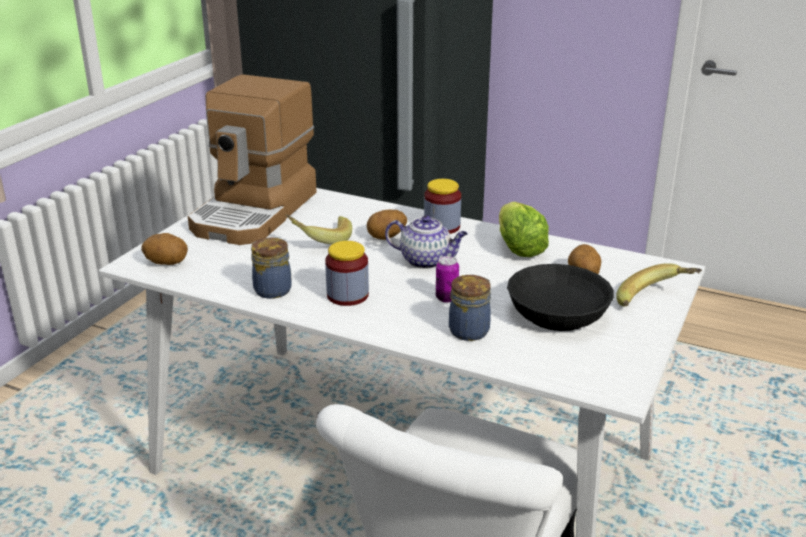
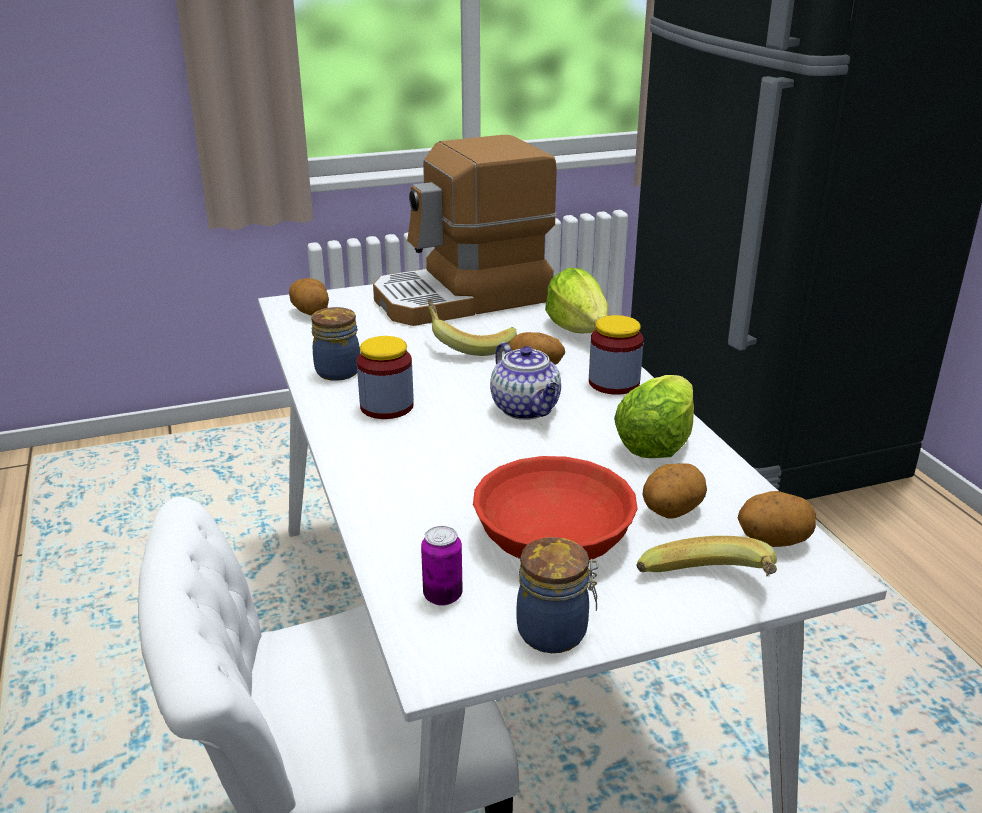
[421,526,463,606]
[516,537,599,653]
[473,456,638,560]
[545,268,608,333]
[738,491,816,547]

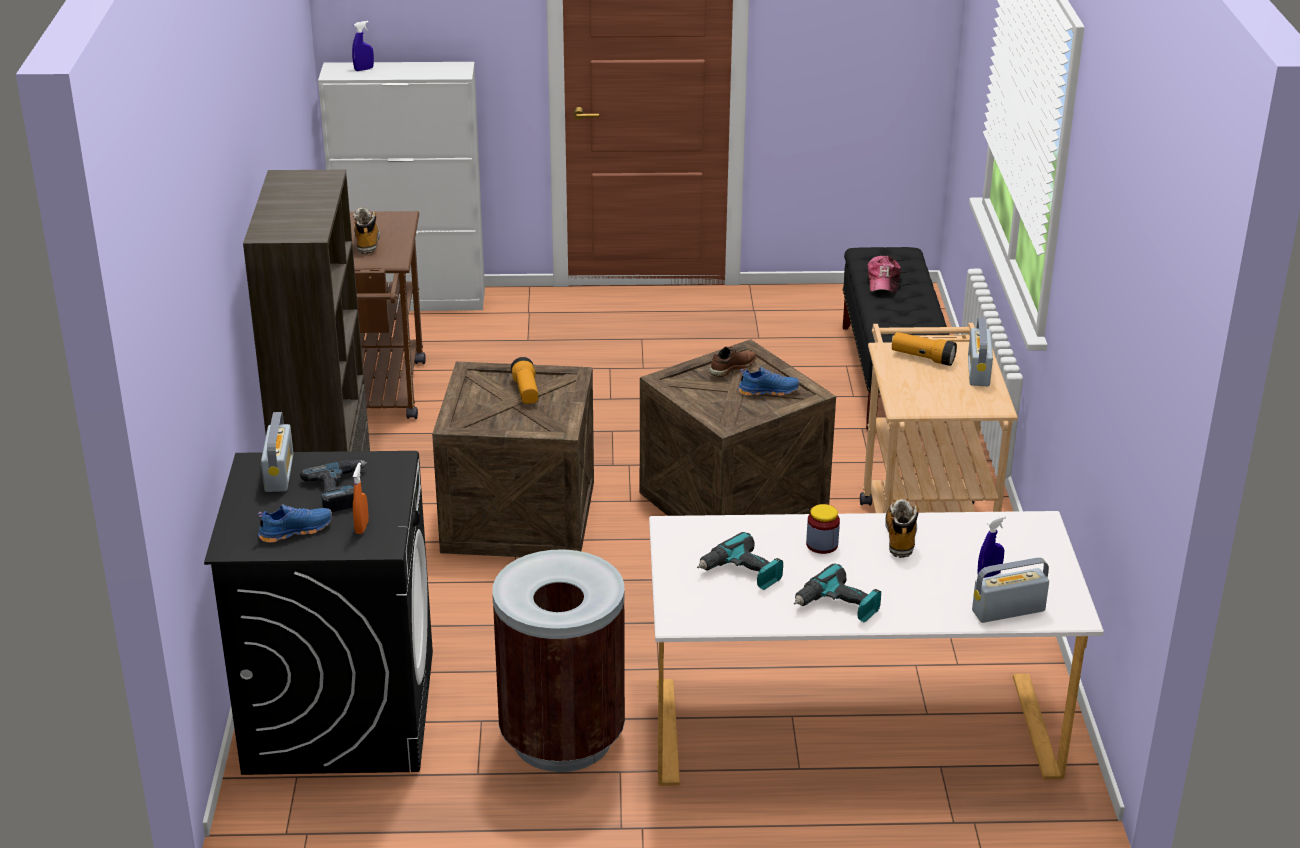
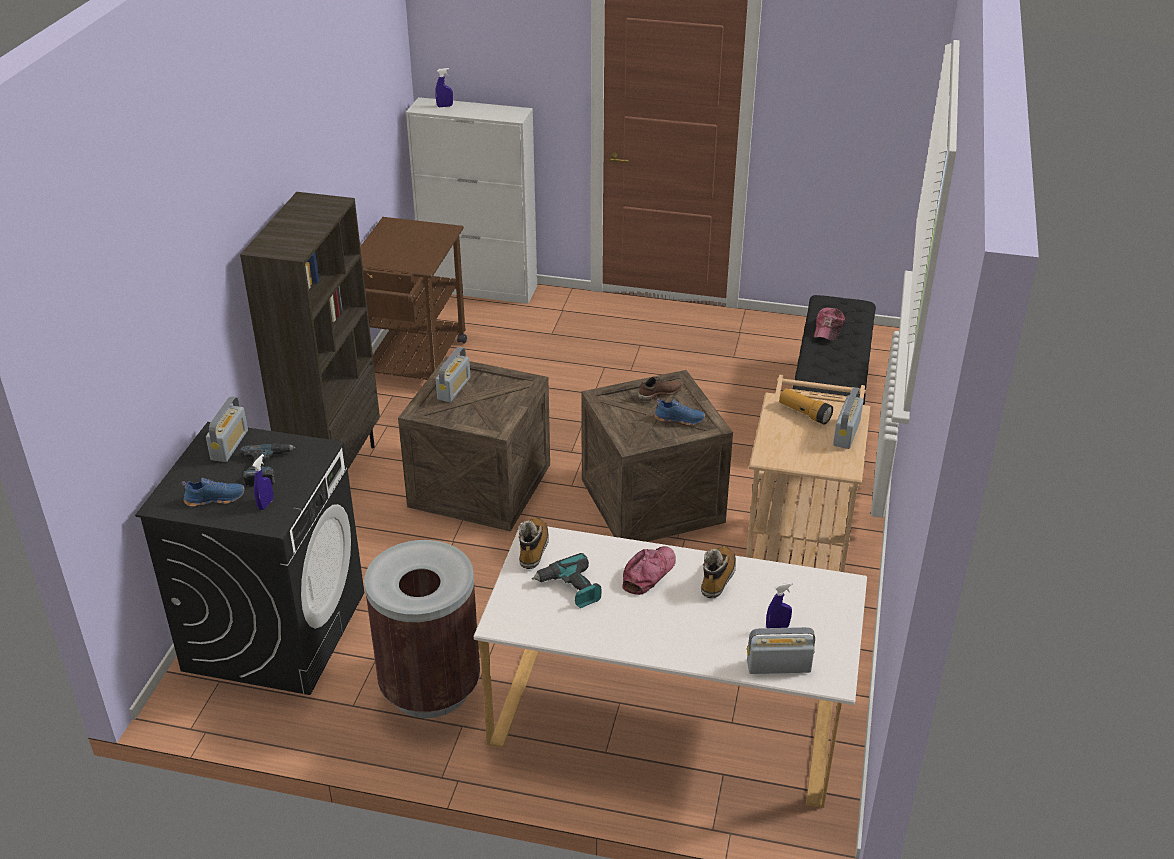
[519,517,549,569]
[253,454,273,510]
[511,357,539,404] (first image)
[794,564,881,622] (first image)
[622,546,676,595]
[436,347,470,402]

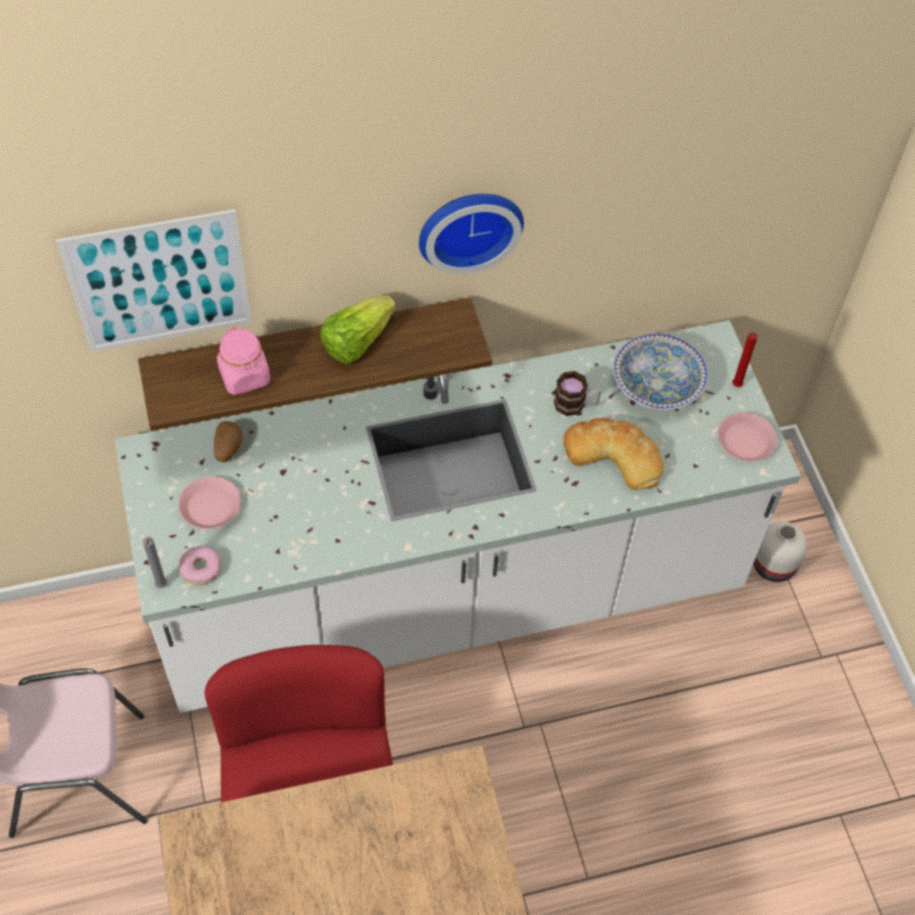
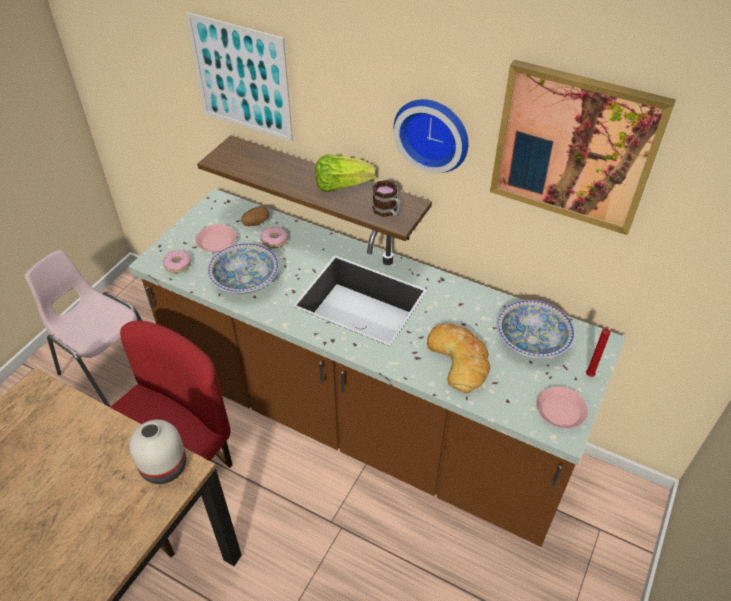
[128,189,626,547]
[143,537,167,589] (first image)
[217,326,270,395] (first image)
[373,180,401,217]
[129,420,186,484]
[208,243,279,294]
[261,226,288,248]
[490,60,676,235]

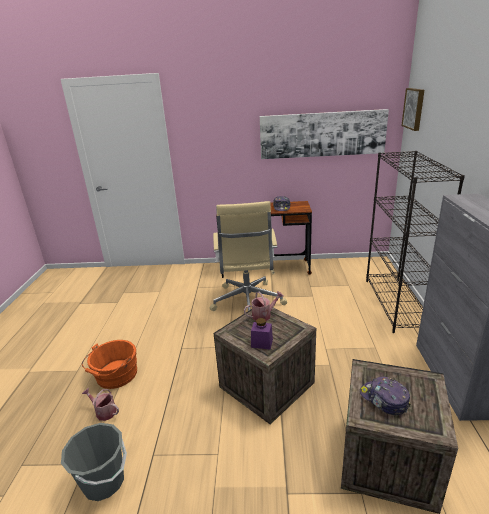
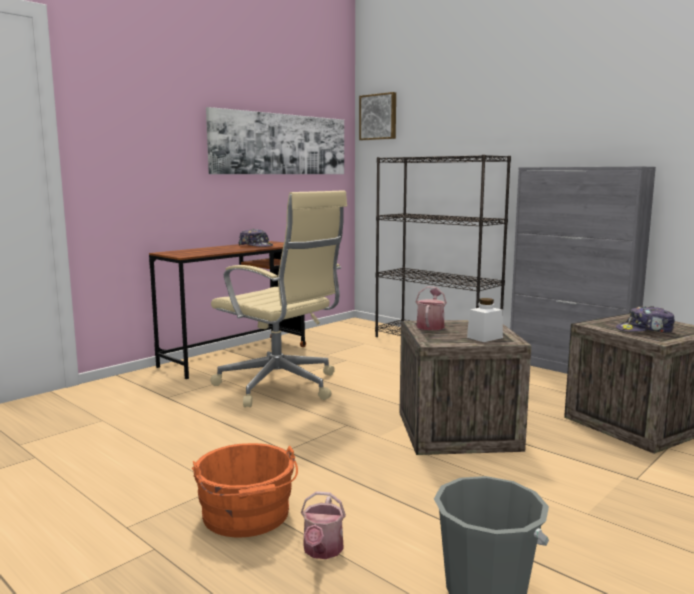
[301,491,346,559]
[467,298,503,342]

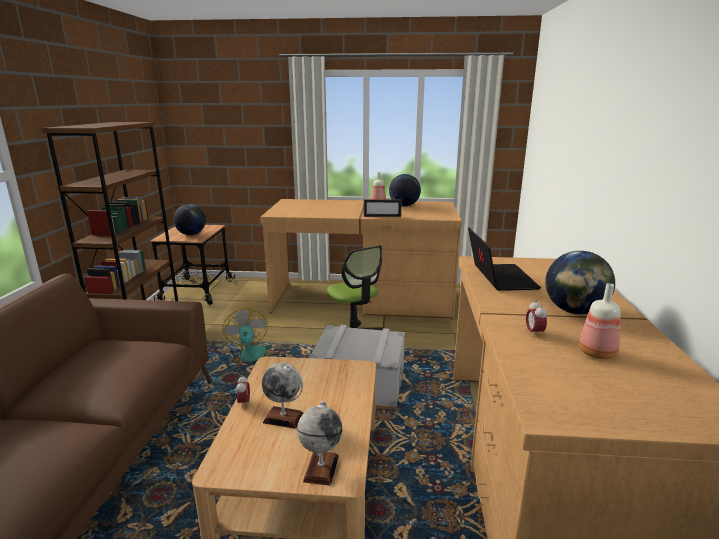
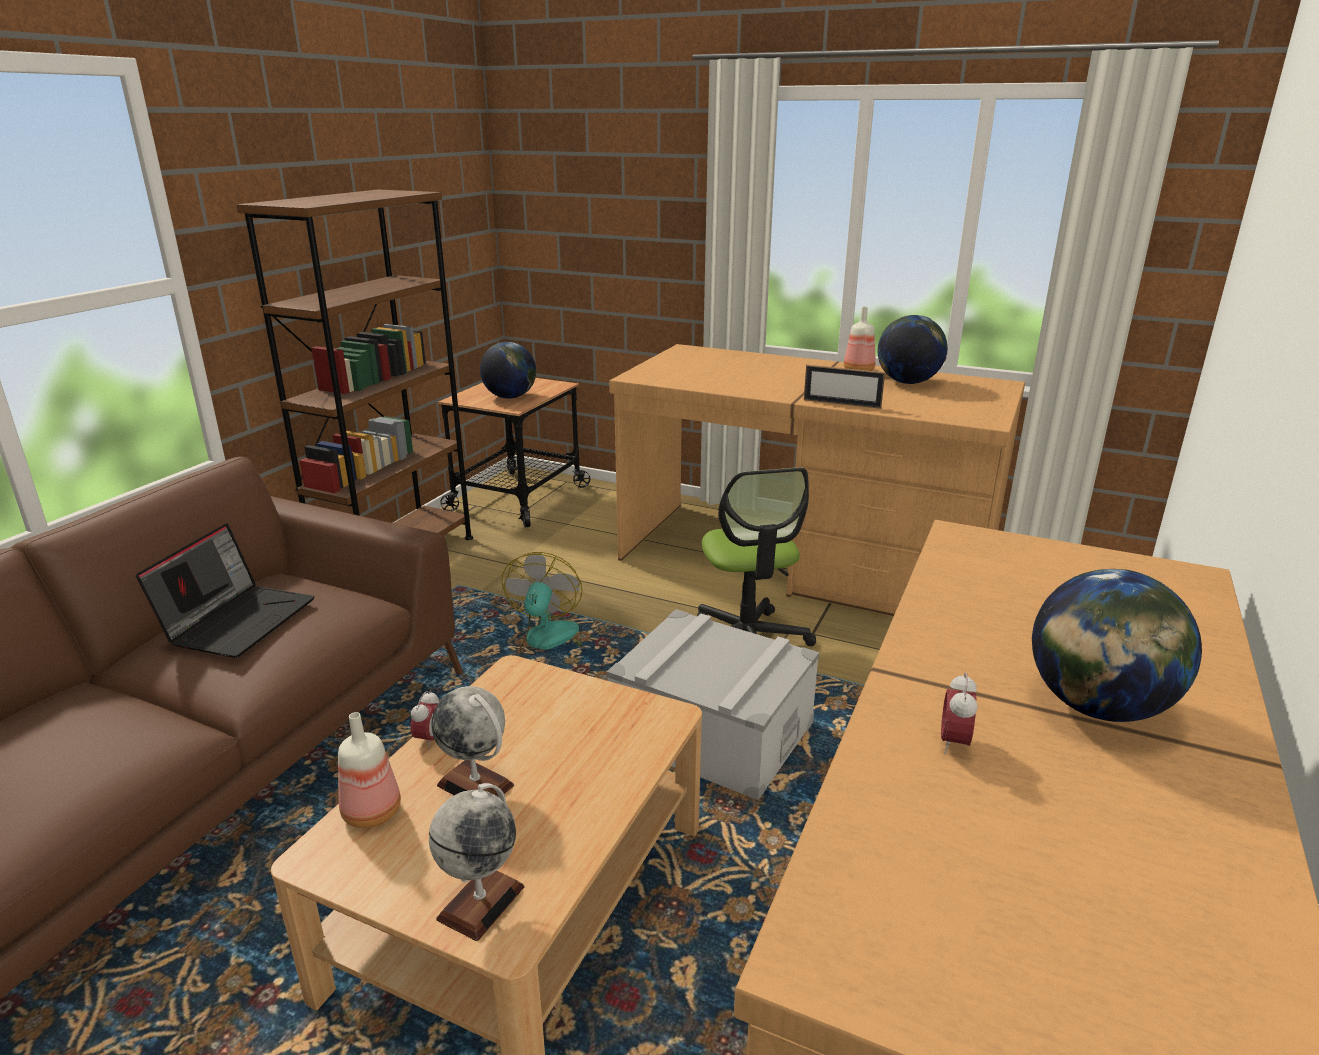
[136,523,315,658]
[338,712,401,828]

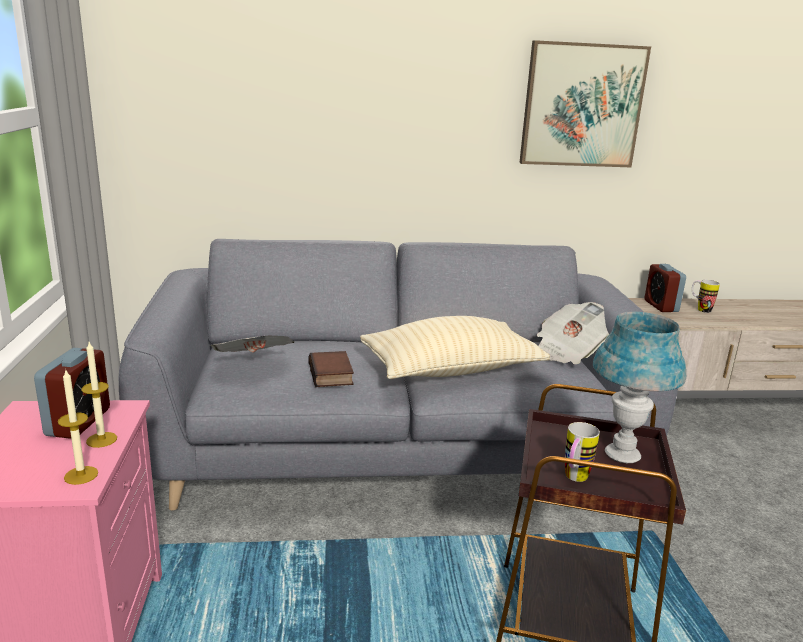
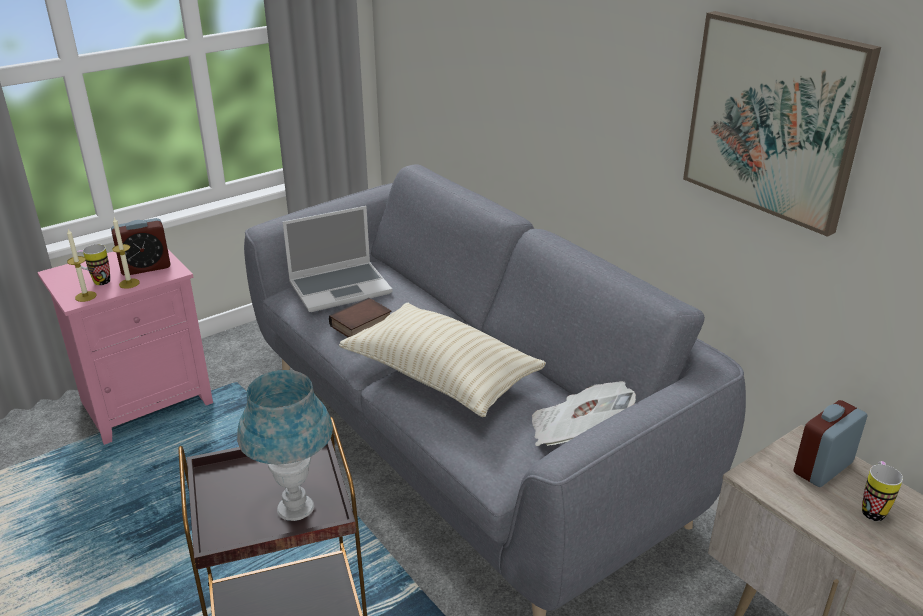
[283,206,392,312]
[77,244,110,285]

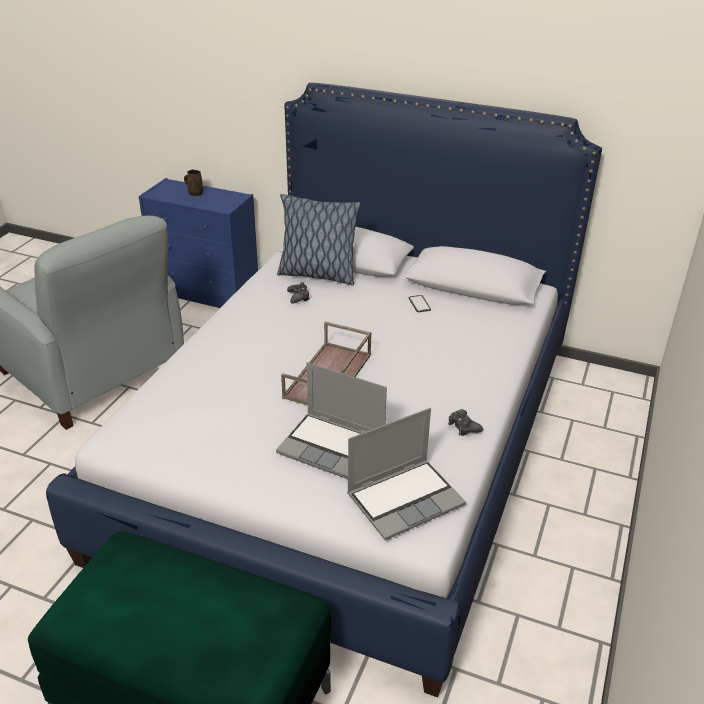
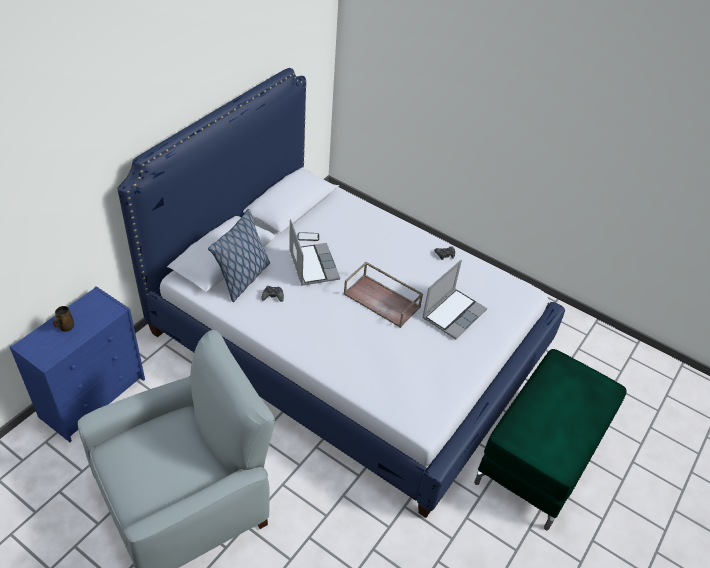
[289,219,340,286]

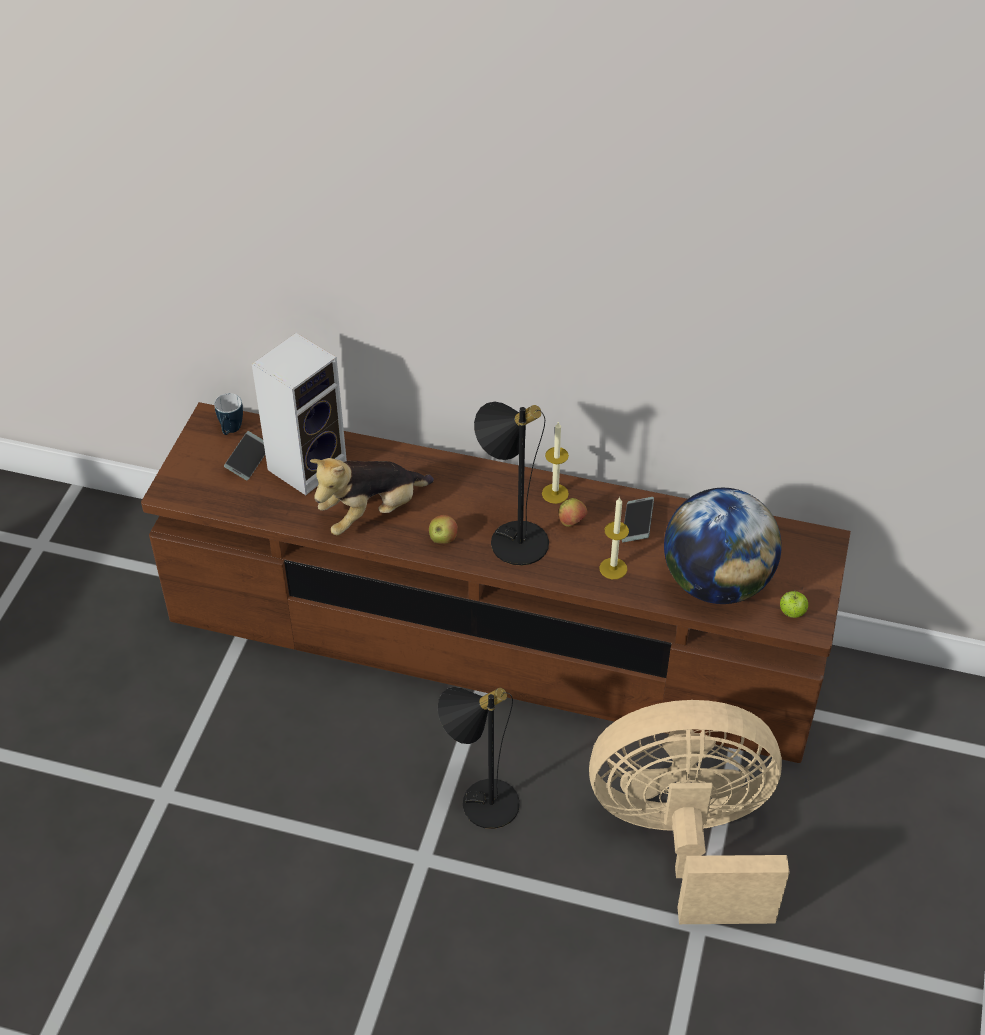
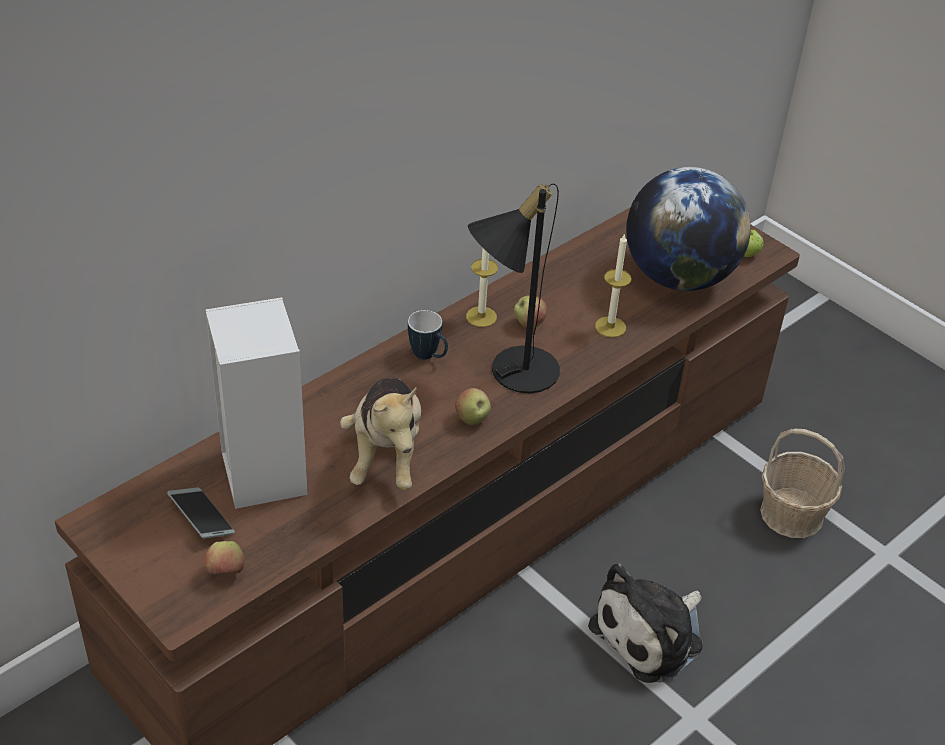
[408,310,448,360]
[588,563,703,683]
[760,429,845,538]
[622,497,654,542] (first image)
[204,541,245,574]

